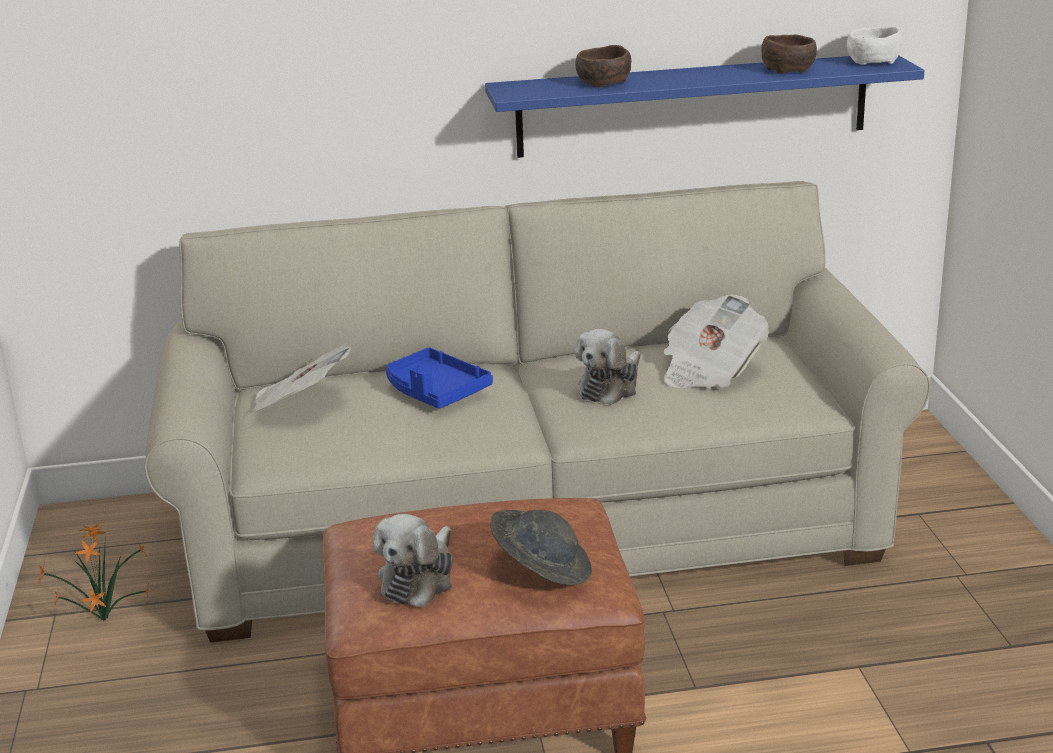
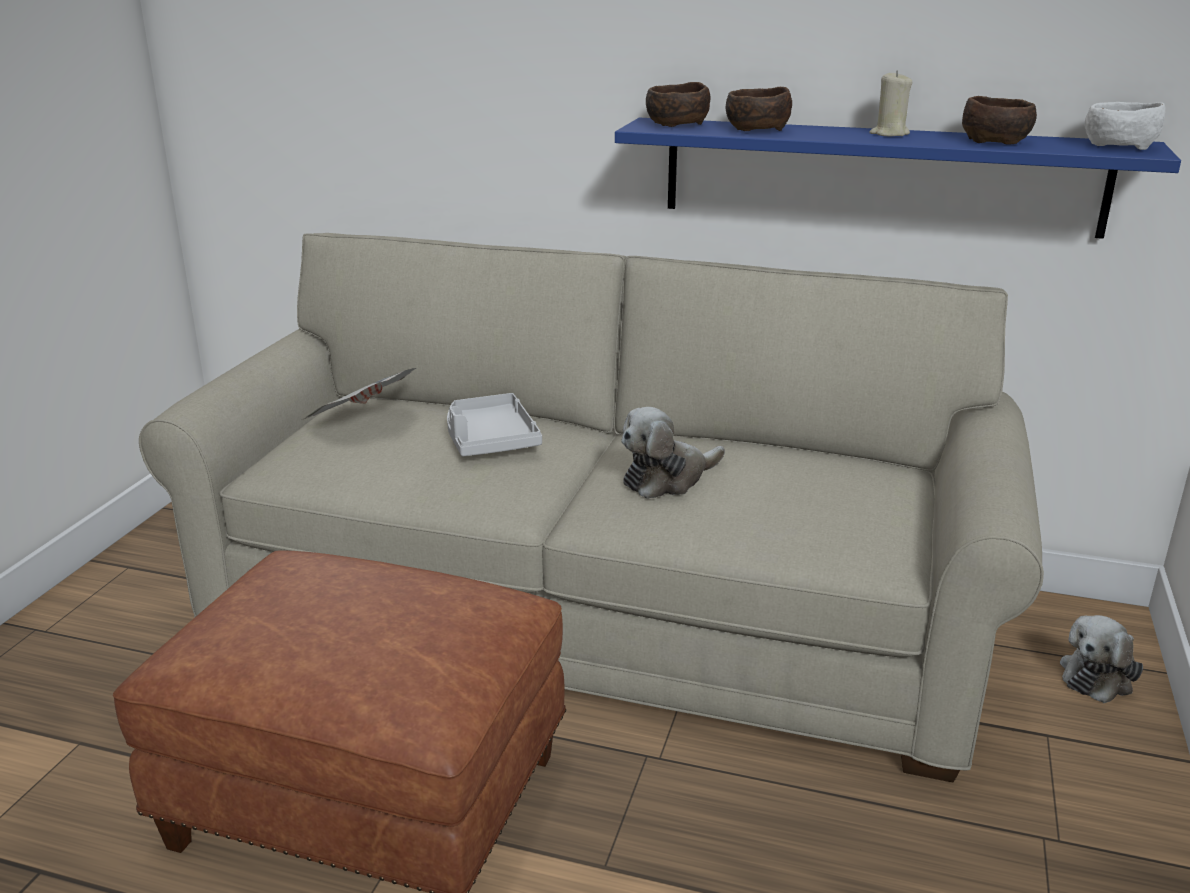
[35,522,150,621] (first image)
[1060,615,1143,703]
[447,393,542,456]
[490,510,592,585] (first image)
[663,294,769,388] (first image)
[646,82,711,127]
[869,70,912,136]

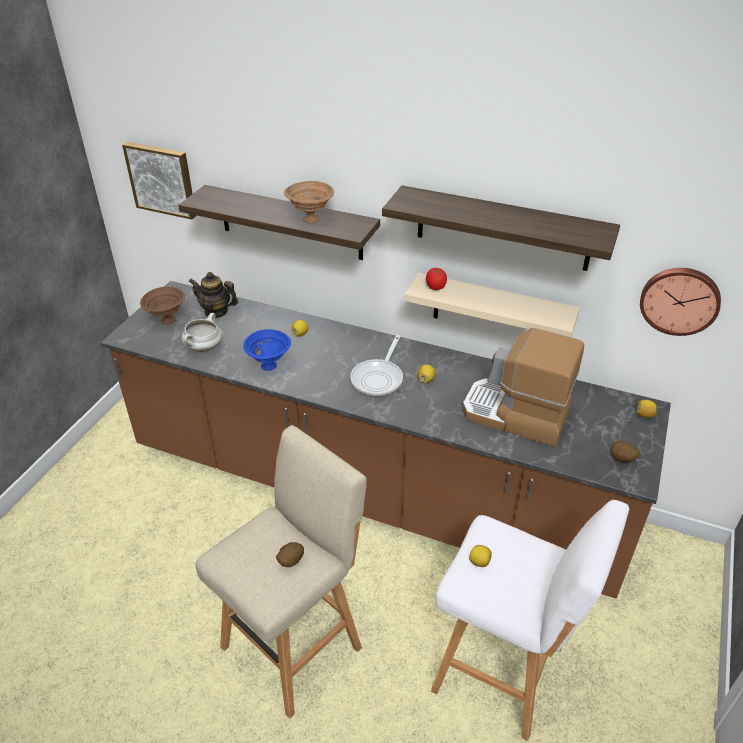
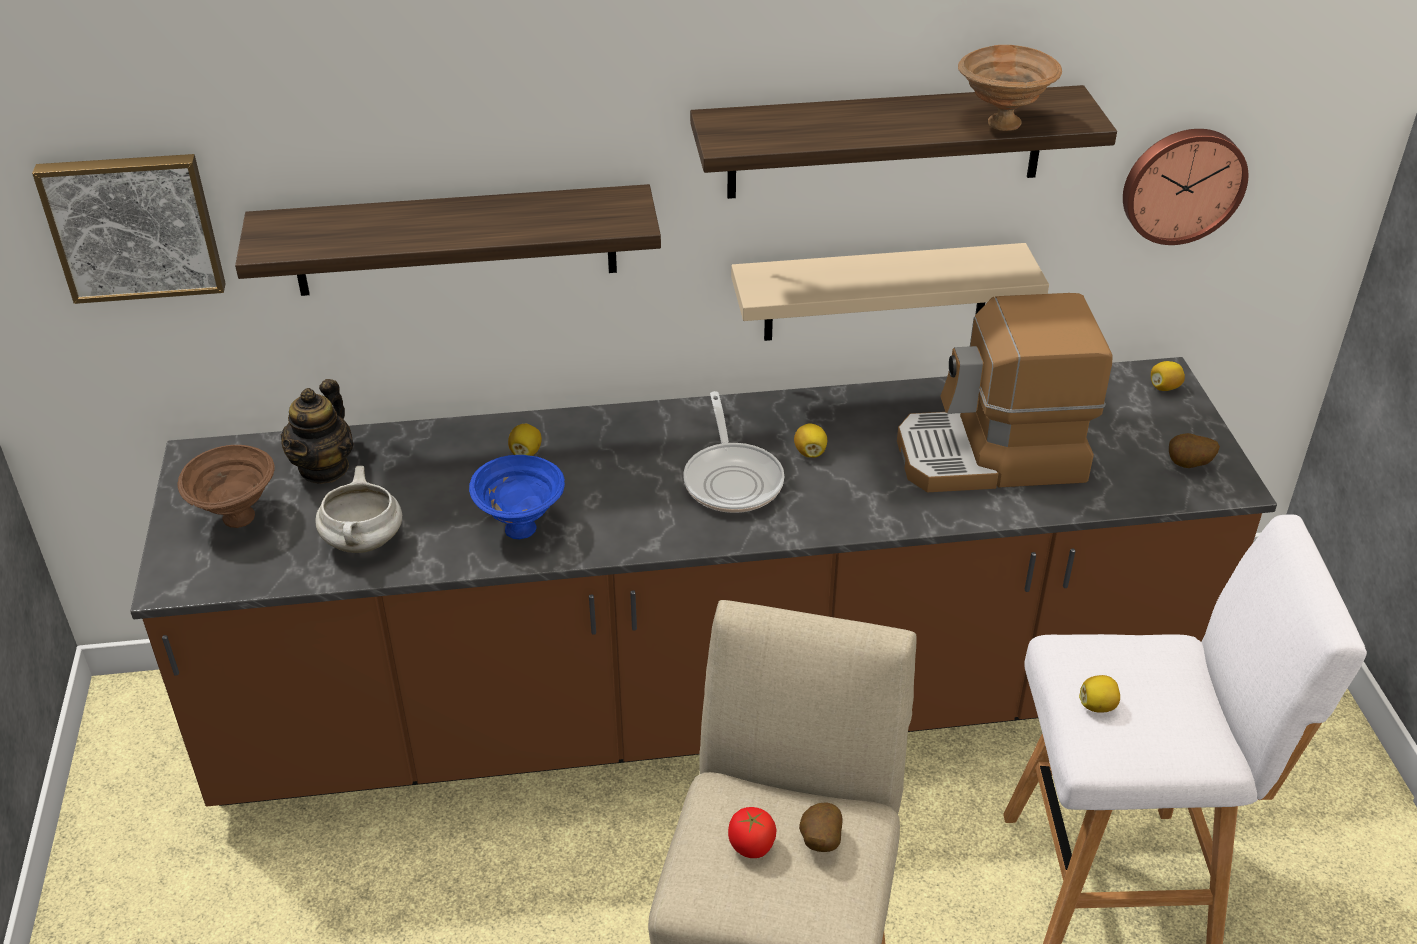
[281,379,354,484]
[958,45,1062,131]
[728,807,777,858]

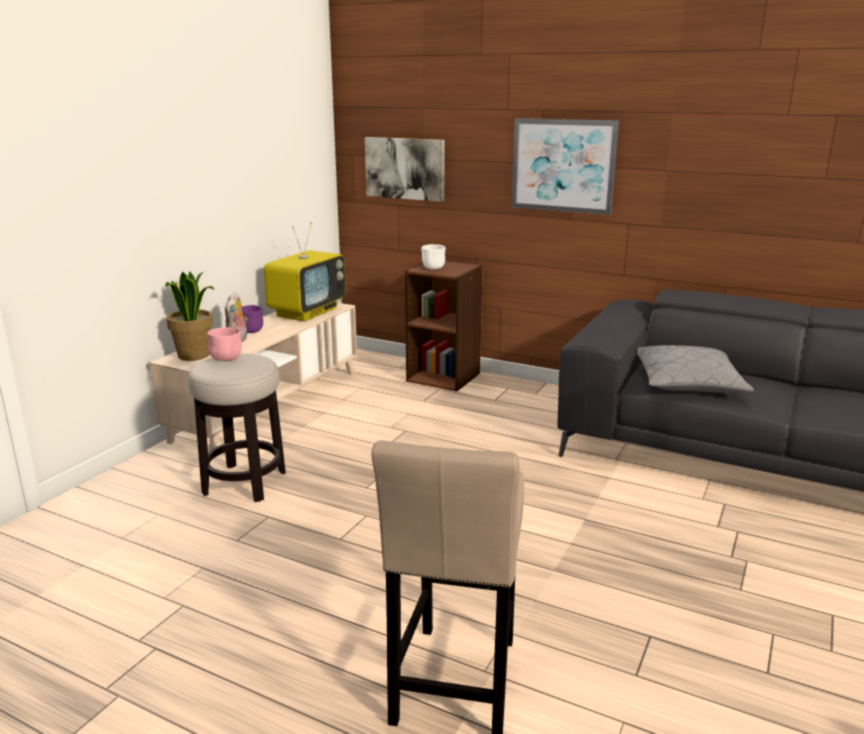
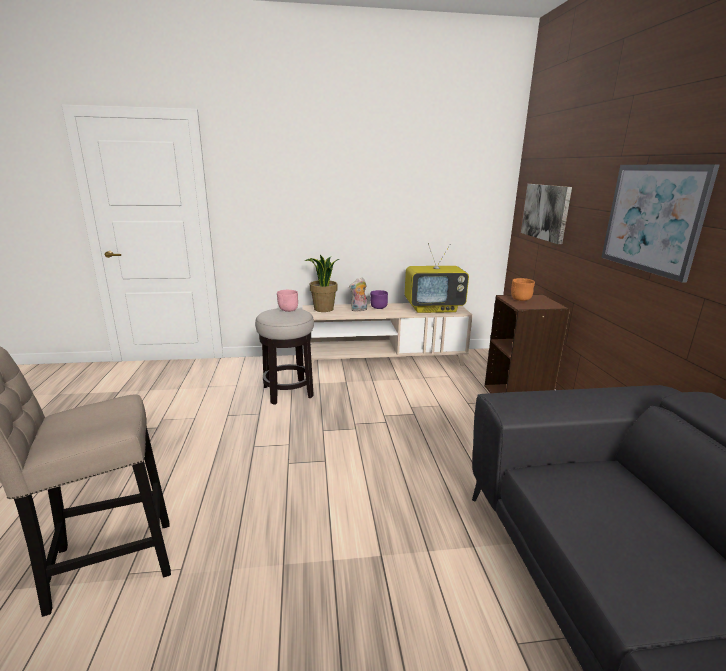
[511,278,535,301]
[637,345,754,393] (first image)

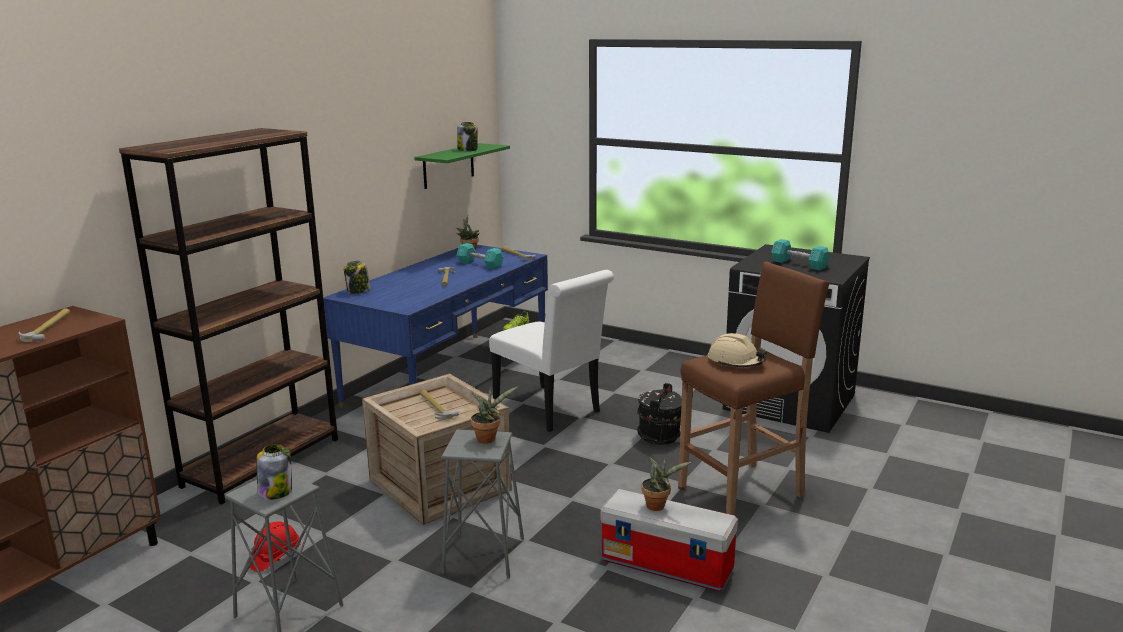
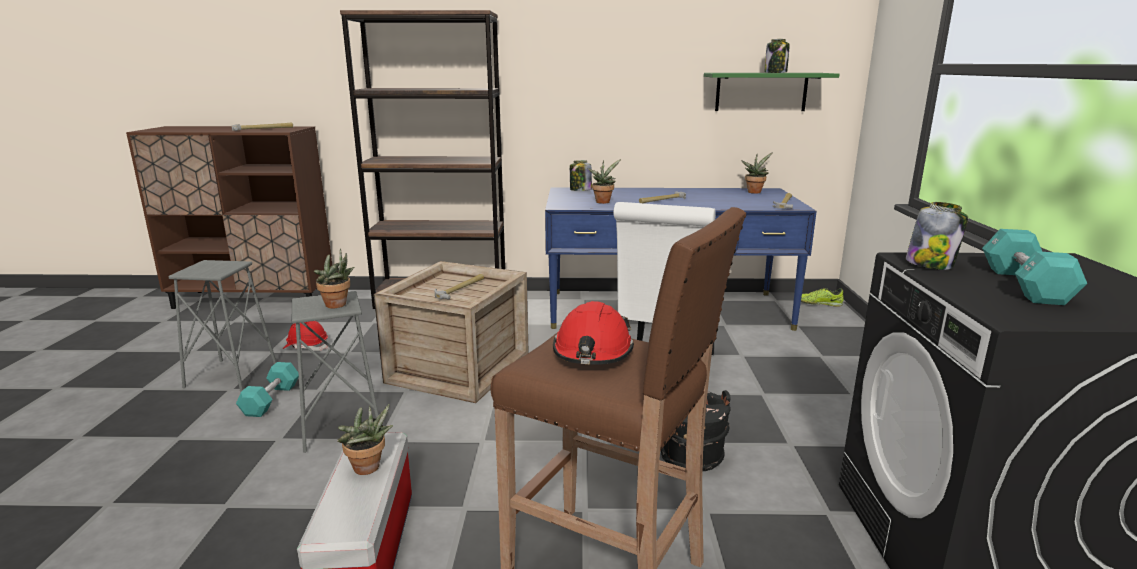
[906,202,968,270]
[236,362,299,417]
[553,301,634,365]
[587,159,621,204]

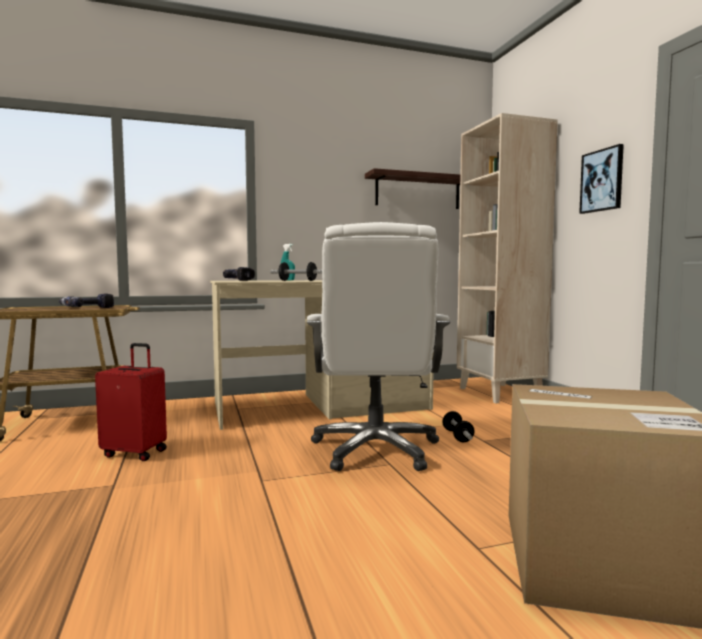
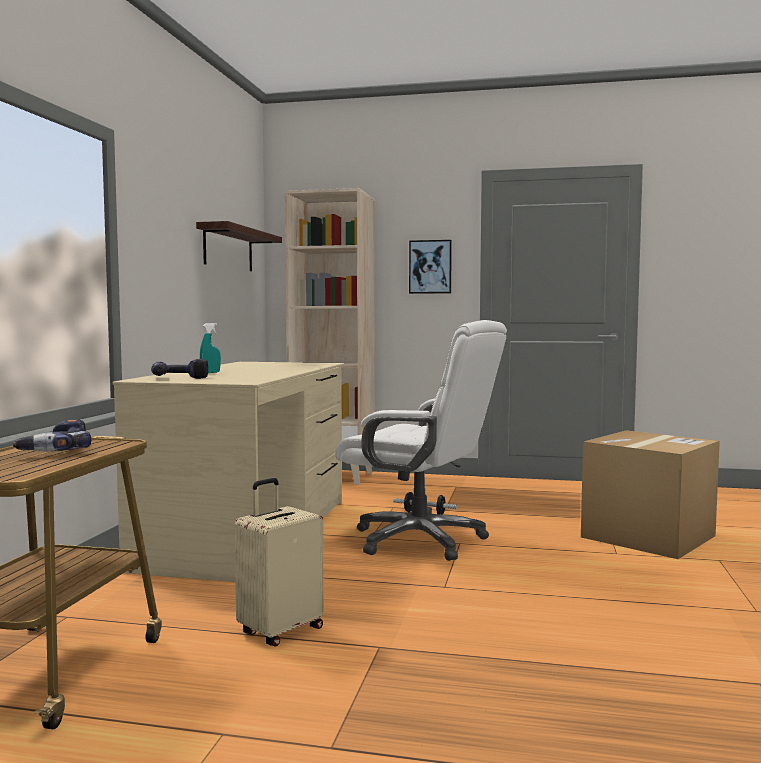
[234,478,324,647]
[270,262,322,281] (first image)

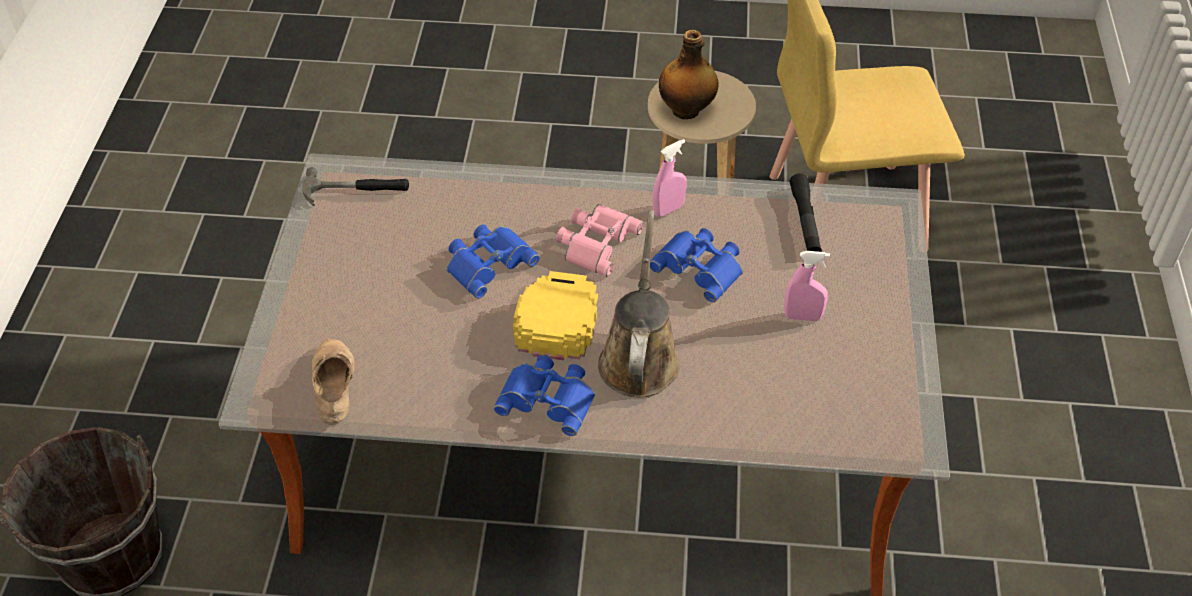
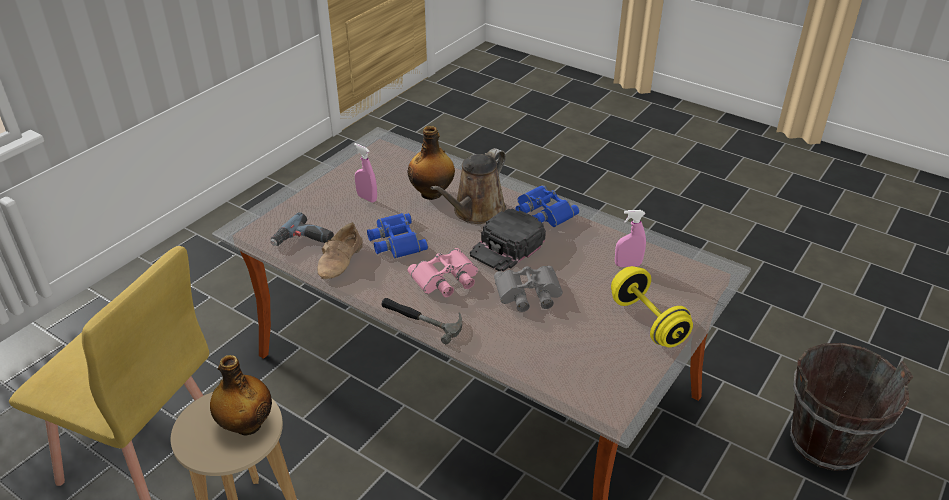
[381,298,462,344]
[317,222,363,279]
[494,266,563,312]
[470,209,546,272]
[615,210,646,267]
[271,212,334,246]
[408,126,455,200]
[611,266,693,347]

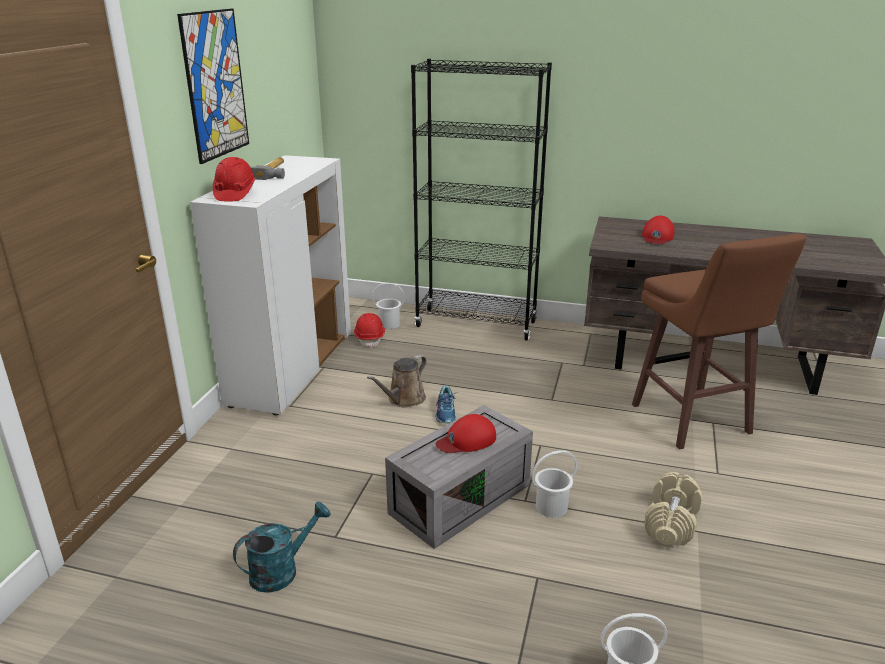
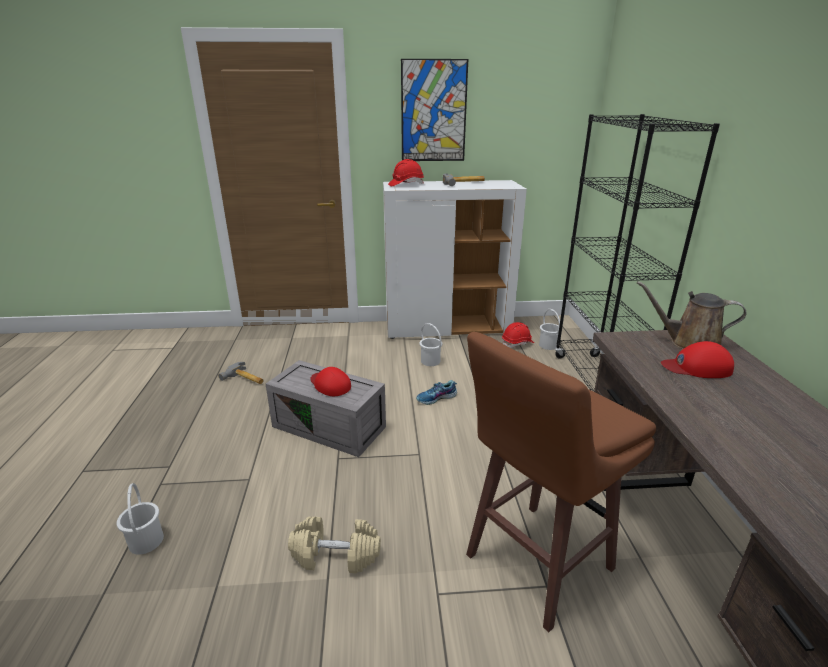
[218,362,264,384]
[637,281,747,349]
[419,323,442,366]

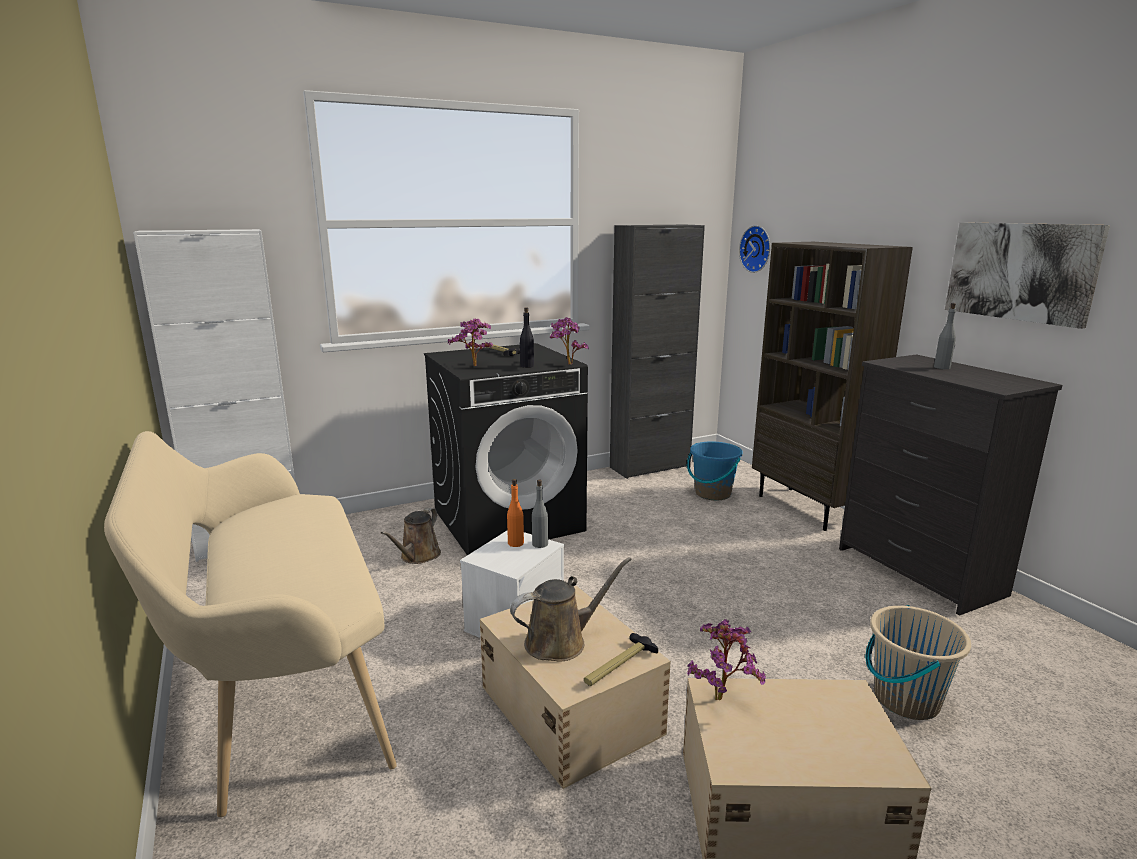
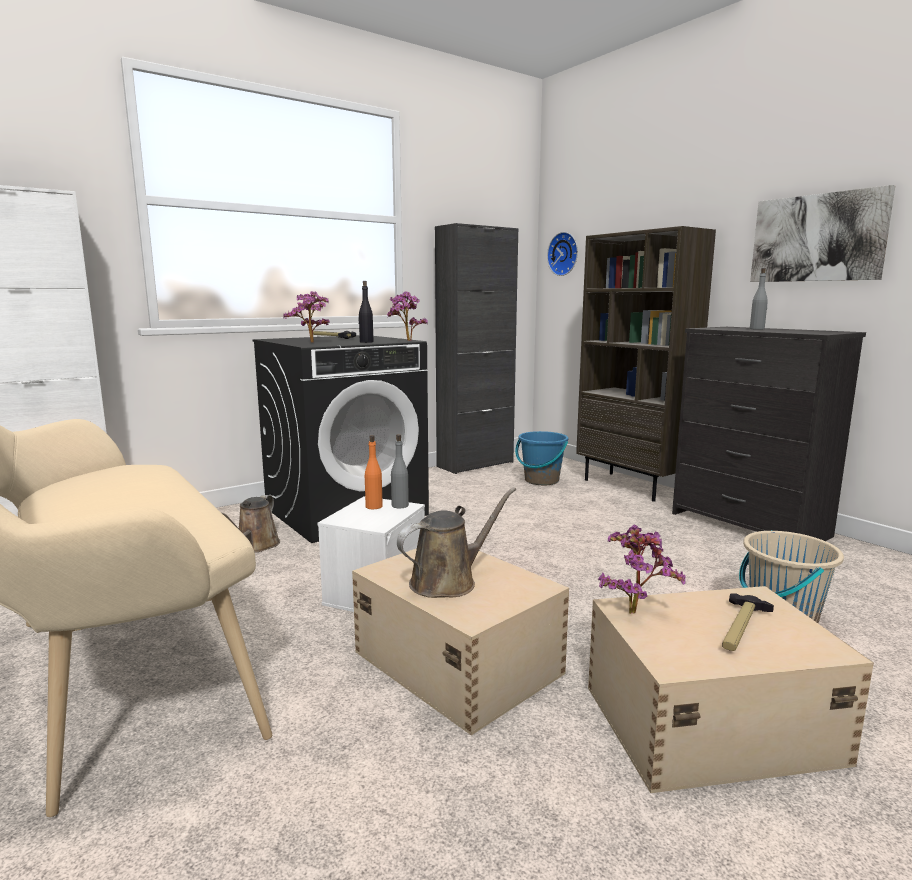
[722,593,774,651]

